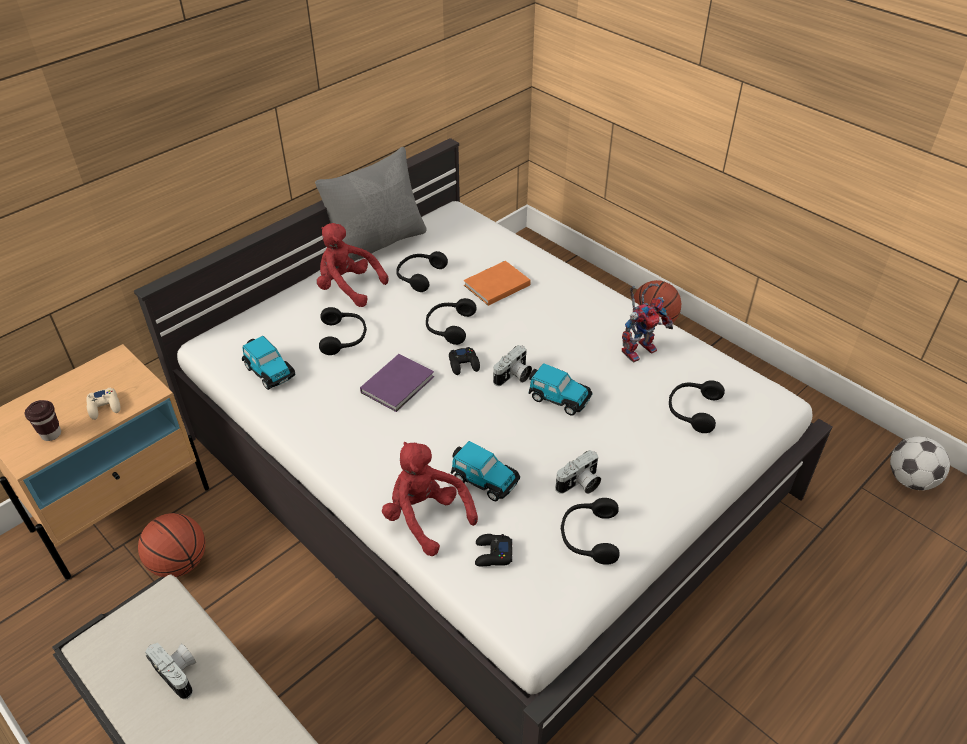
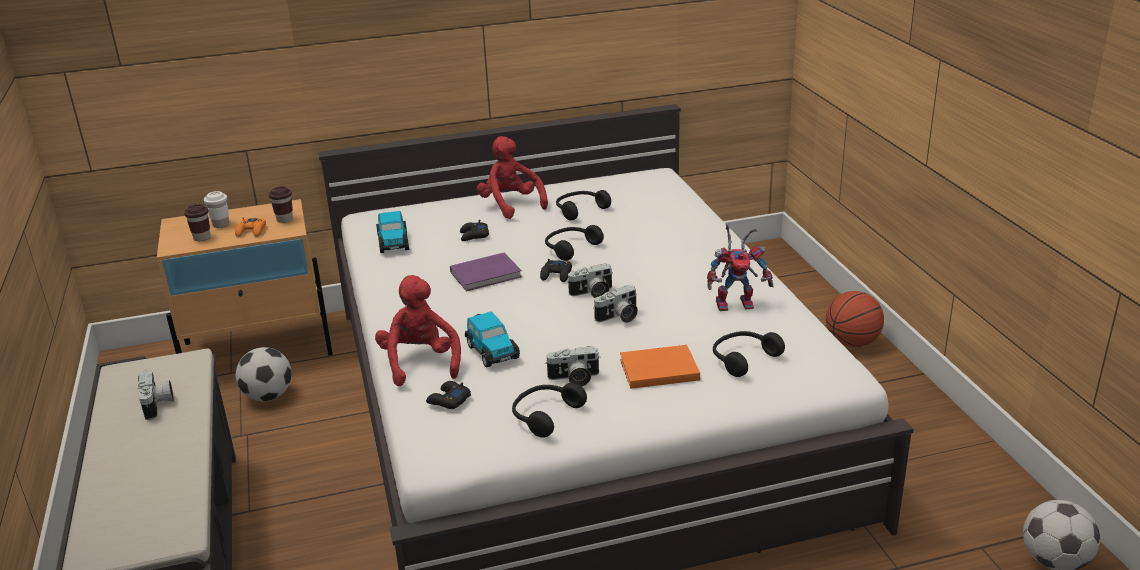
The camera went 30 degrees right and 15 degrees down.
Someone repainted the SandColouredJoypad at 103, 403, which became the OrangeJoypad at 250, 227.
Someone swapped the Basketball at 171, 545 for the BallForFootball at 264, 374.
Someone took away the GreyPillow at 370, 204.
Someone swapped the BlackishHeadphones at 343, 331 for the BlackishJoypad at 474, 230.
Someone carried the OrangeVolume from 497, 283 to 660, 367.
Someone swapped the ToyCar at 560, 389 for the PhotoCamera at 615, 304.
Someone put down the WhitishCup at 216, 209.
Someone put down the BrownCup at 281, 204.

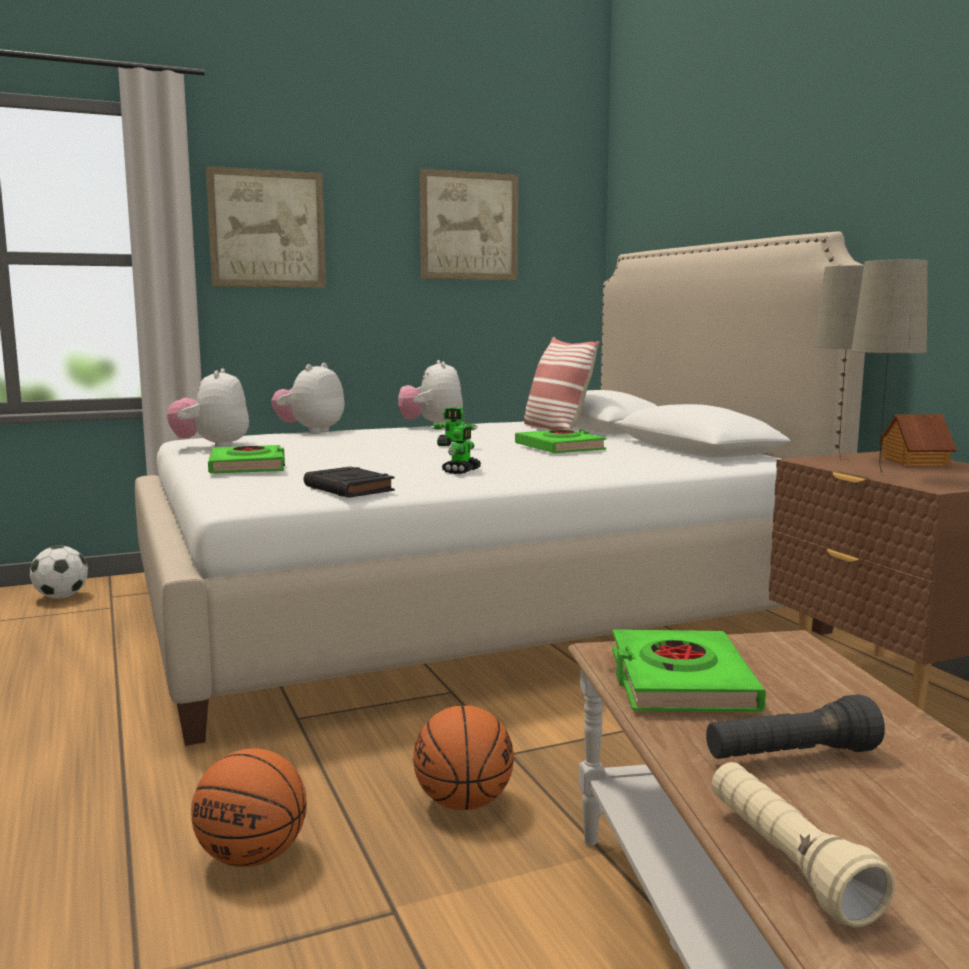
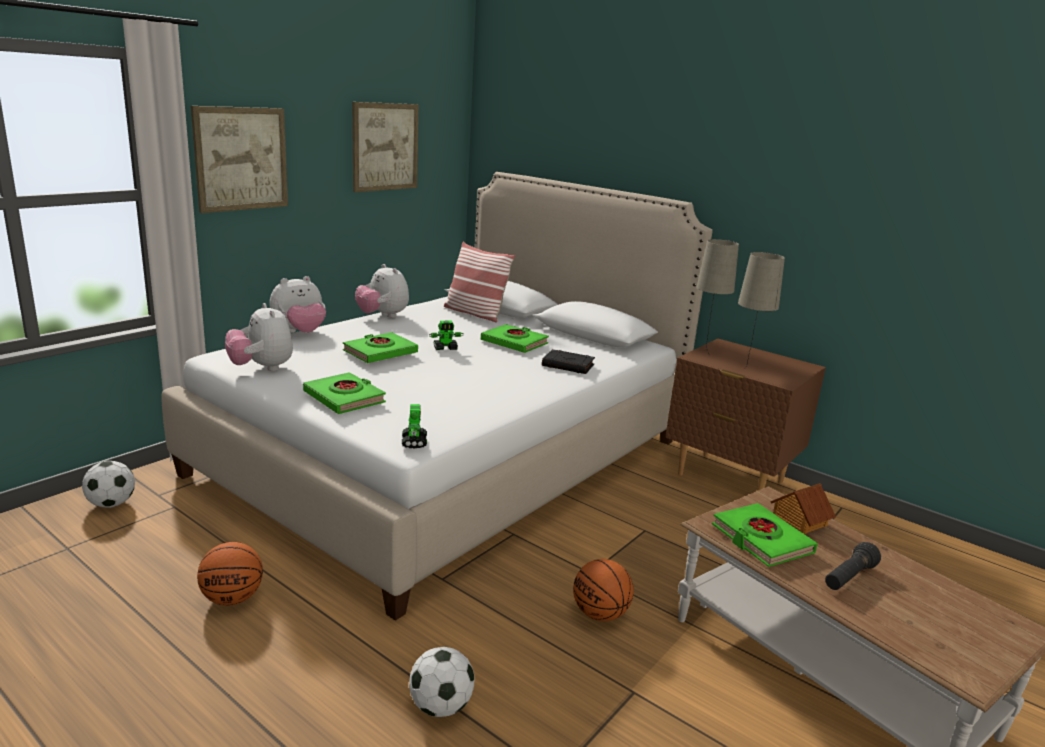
The camera went 30 degrees left and 10 degrees up.
Someone carried the Basketball from 249, 807 to 230, 574.
Someone rotated the SoftToy at 308, 398 by 120 degrees counterclockwise.
Someone carried the BlackishVolume from 349, 482 to 568, 361.
Someone carried the ModelRobot from 461, 449 to 414, 426.
Someone took away the SandColouredFlashlight at 803, 844.
Someone carried the MiniatureHouse from 917, 440 to 803, 508.
Someone put down the GreenishVolume at 380, 347.
Someone put down the BallForFootball at 441, 682.

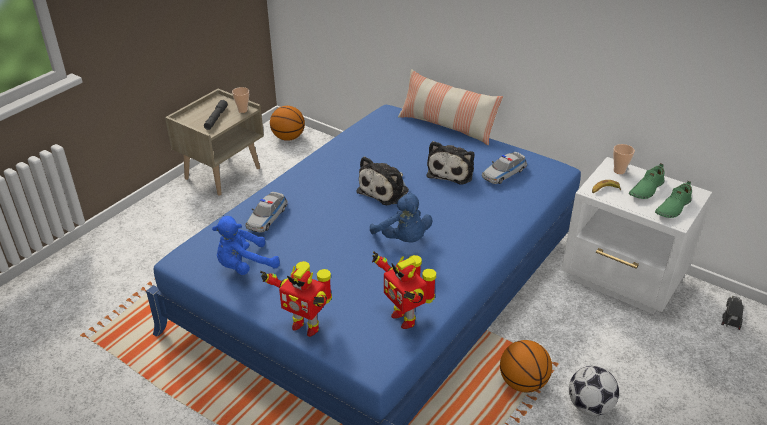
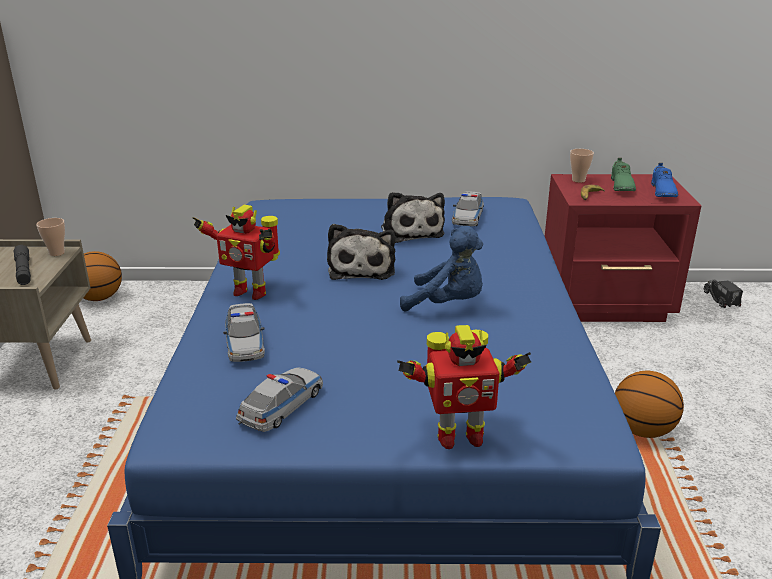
The camera went 35 degrees left and 10 degrees down.
Someone swapped the BluishSoftToy at 246, 245 for the ToyCar at 279, 399.
Someone carried the ModelRobot from 404, 290 to 236, 252.
Someone took away the Pillow at 450, 107.
Someone repainted the WhitishNightstand at 636, 235, which became the RedColouredNightstand at 623, 248.
Someone took away the BallForFootball at 594, 391.
Someone repainted the GreenishLowShoe at 673, 199, which became the BluishLowShoe at 664, 180.

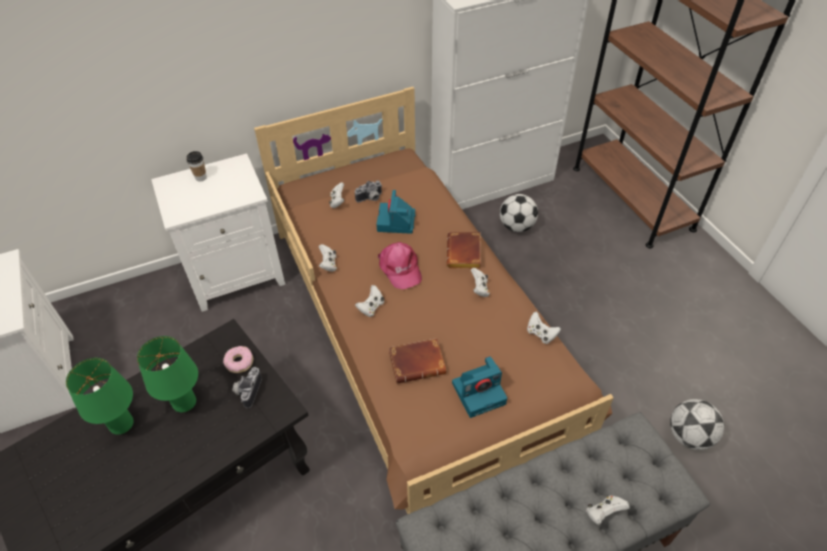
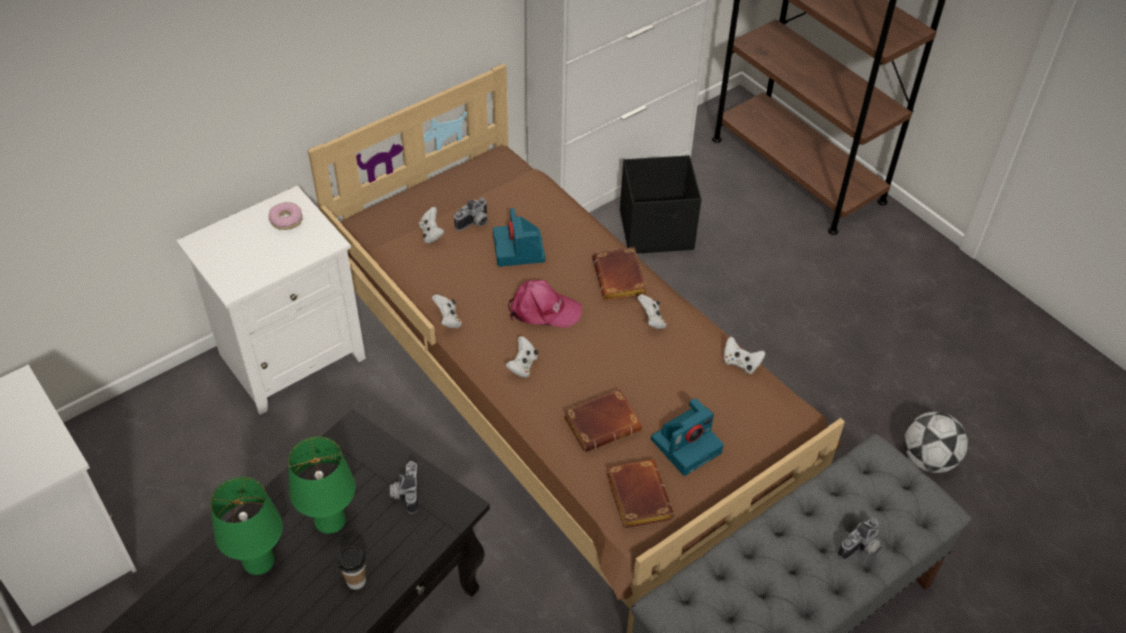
The camera went 15 degrees left and 0 degrees up.
Someone carried the Cup from 196, 166 to 352, 568.
Someone carried the RingDoughnut from 238, 359 to 285, 216.
Someone rotated the PinkBaseballCap at 400, 265 by 45 degrees counterclockwise.
Someone swapped the BallForFootball at 519, 213 for the BlackishStorageContainer at 660, 204.
Someone swapped the WhitishJoypad at 607, 510 for the PhotoCamera at 860, 539.
Someone put down the BrownVolume at 640, 493.

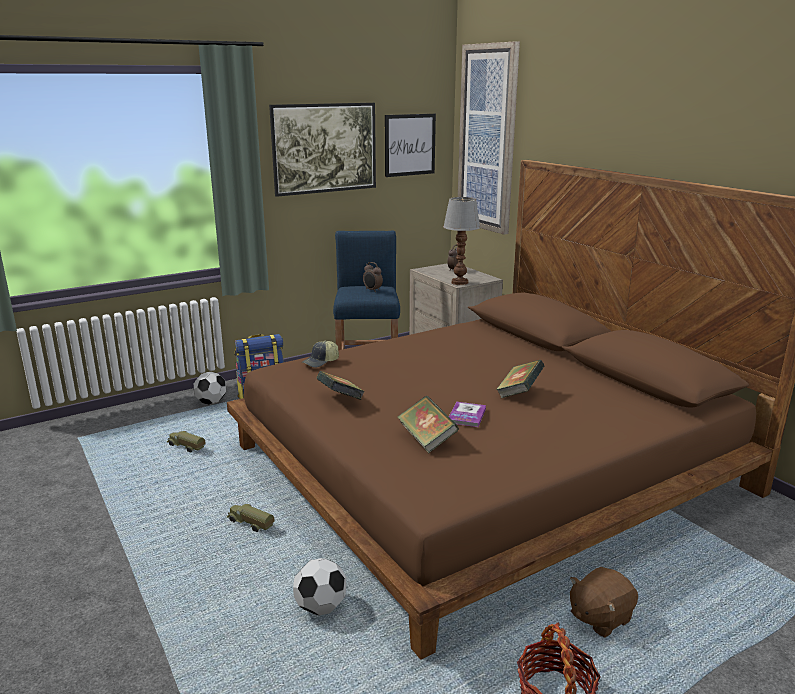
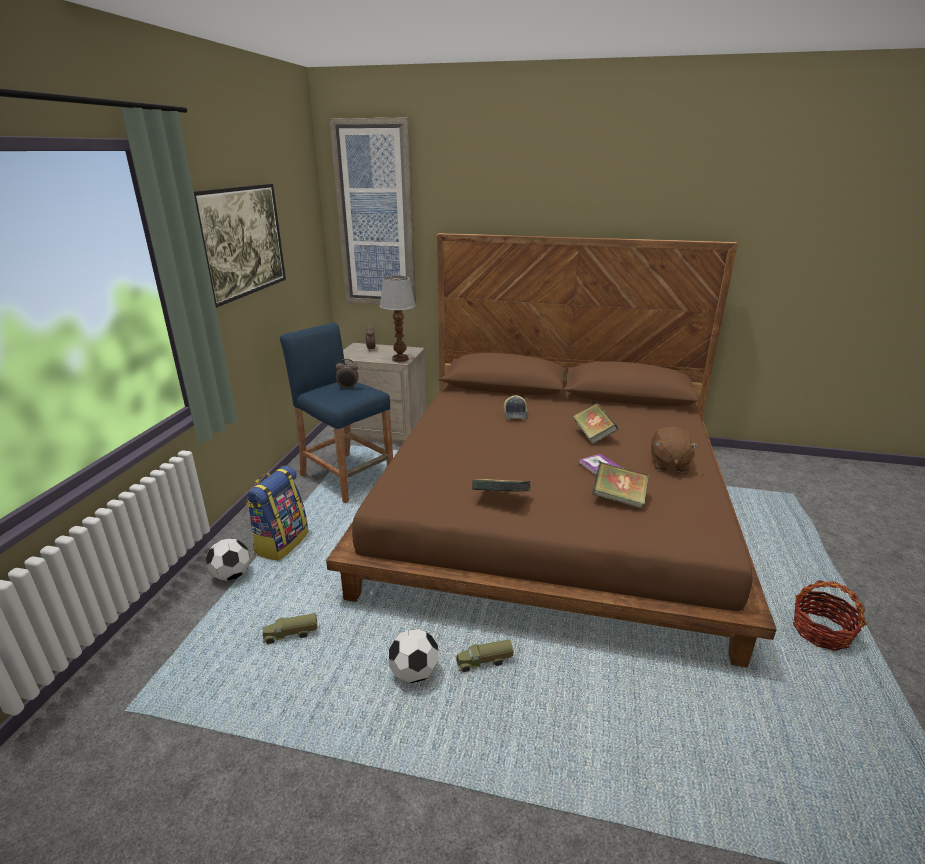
The camera went 45 degrees left and 5 degrees up.
Someone carried the BallForFootball from 319, 587 to 413, 656.
Someone carried the BaseballCap from 320, 354 to 515, 407.
Someone took away the Picture at 410, 145.
Someone carried the BrownSoftToy from 604, 602 to 675, 450.

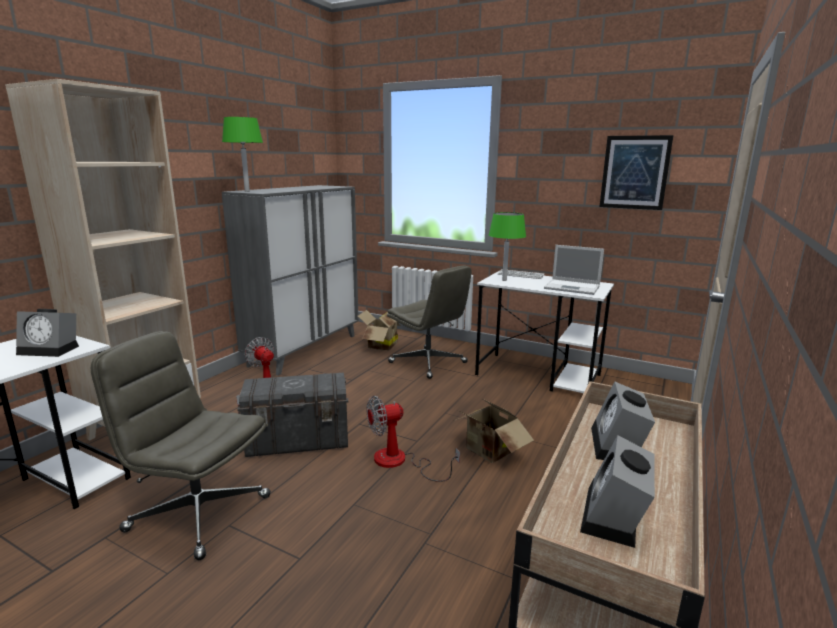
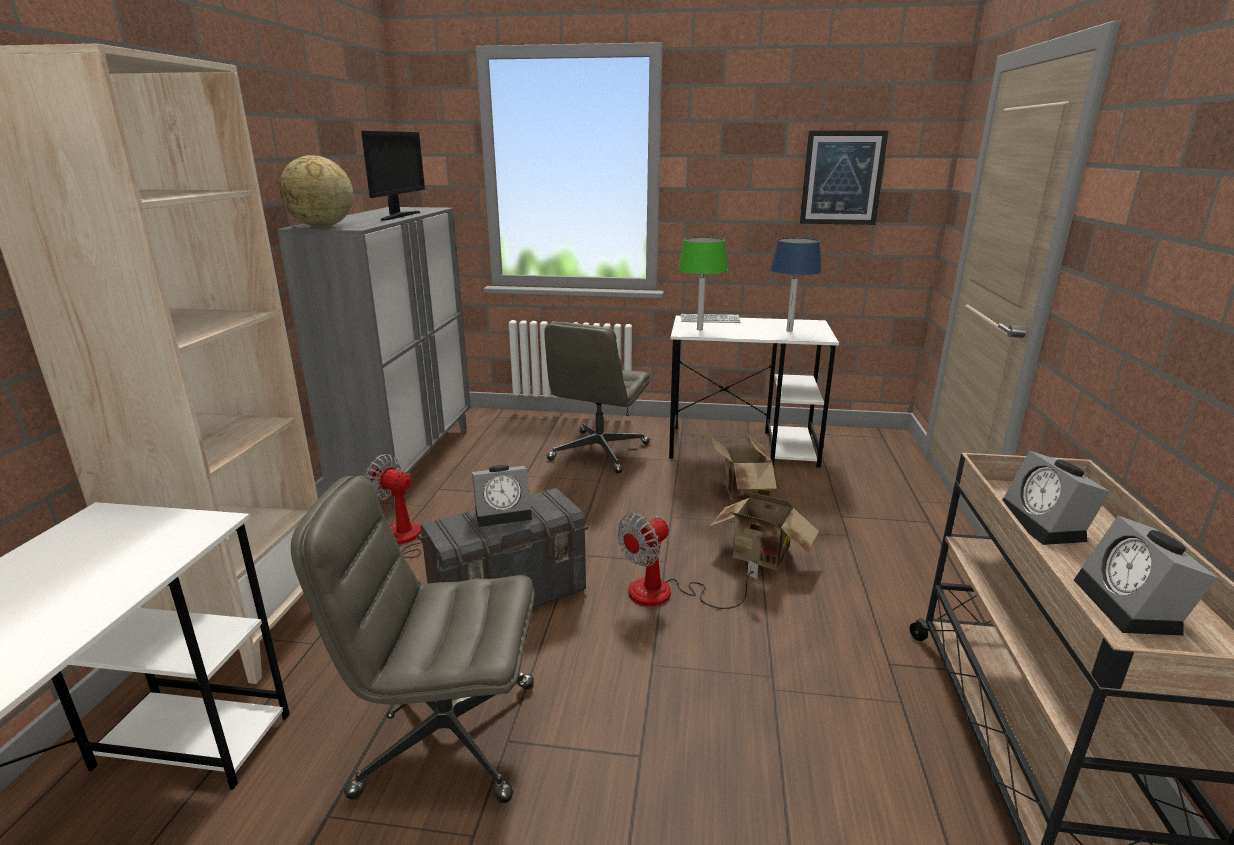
The camera went 20 degrees left and 5 degrees up.
Someone carried the AlarmClock from 47, 333 to 502, 496.
Someone swapped the GreenishTableLamp at 242, 154 for the WorldGlobe at 316, 191.
Someone carried the Carton from 379, 330 to 743, 467.
Someone rotated the GreyComputerChair at 429, 322 by 90 degrees clockwise.
Someone swapped the PortableComputer at 574, 270 for the BluishTableLamp at 796, 285.
Someone put down the ComputerDisplay at 393, 176.

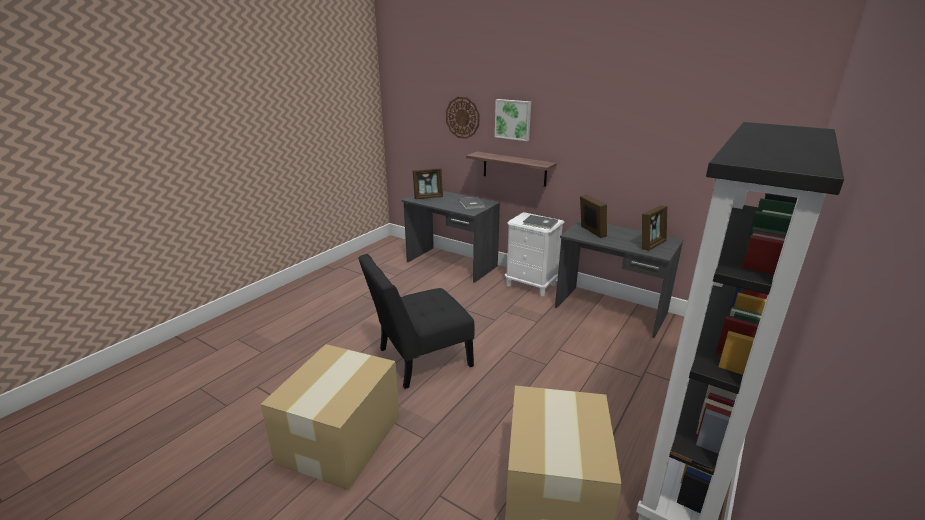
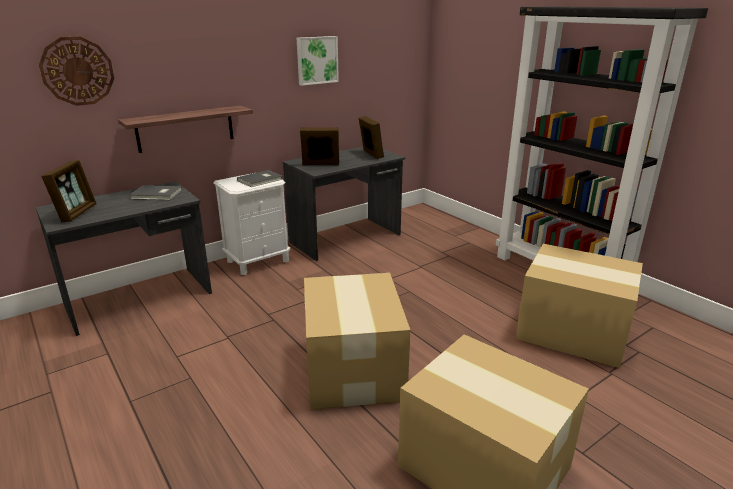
The camera went 70 degrees left and 0 degrees up.
Someone swapped the BlackishUprightChair at 416, 321 for the Carton at 357, 341.
Someone carried the Picture from 513, 120 to 318, 61.

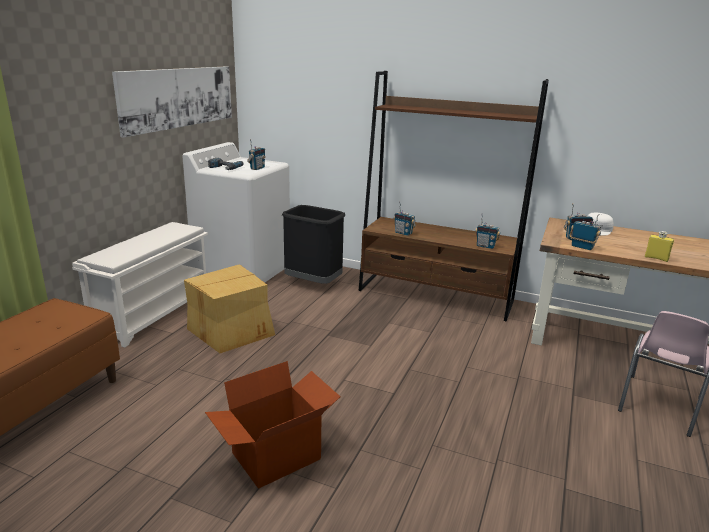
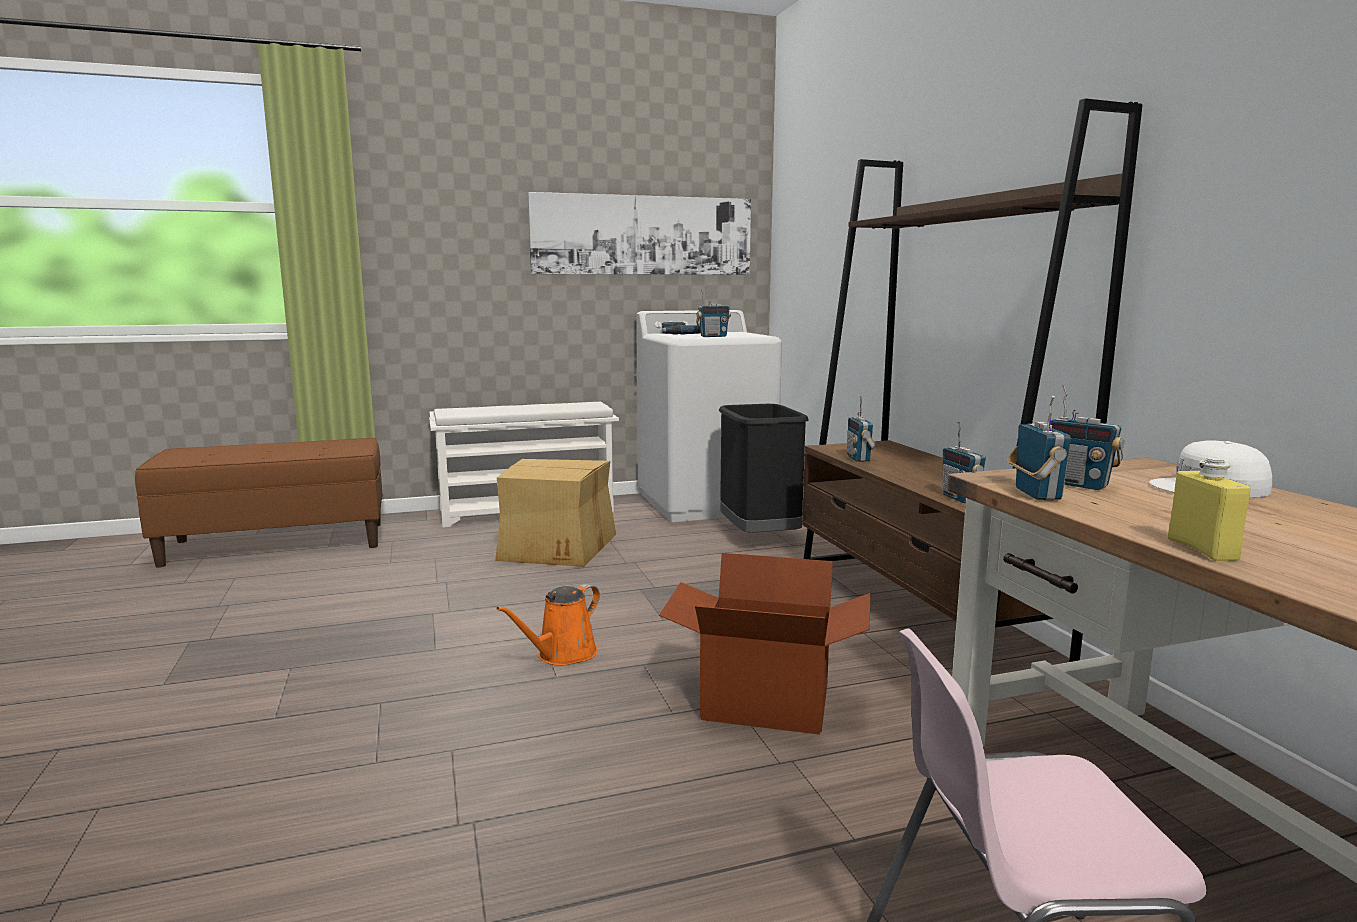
The camera went 50 degrees right and 10 degrees down.
Someone carried the Carton from 273, 425 to 764, 644.
Someone put down the OrangeSprinklingCan at 548, 625.

